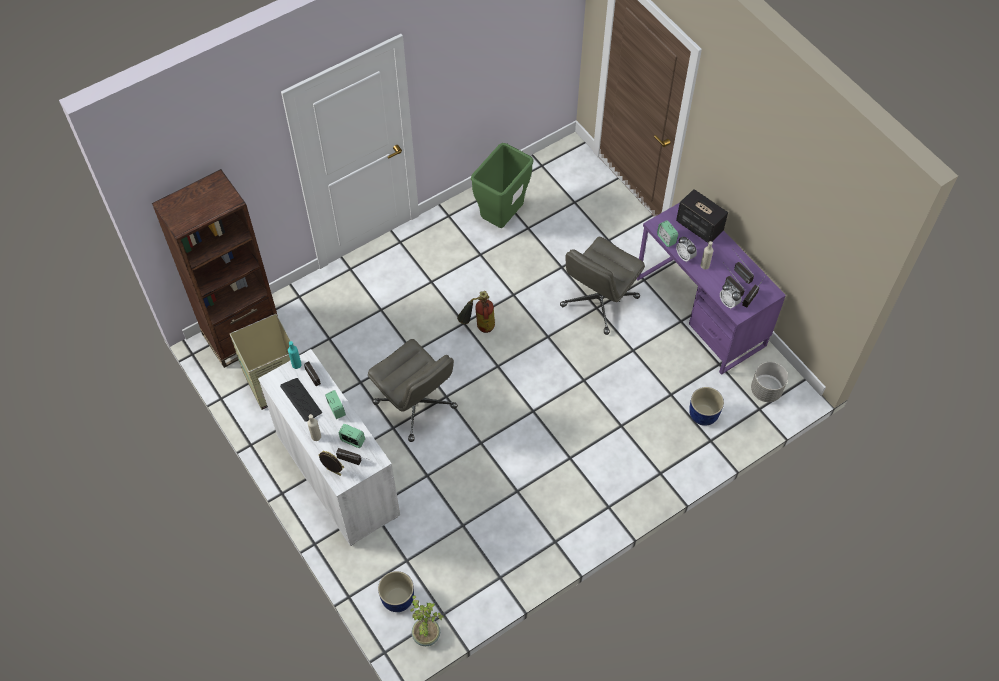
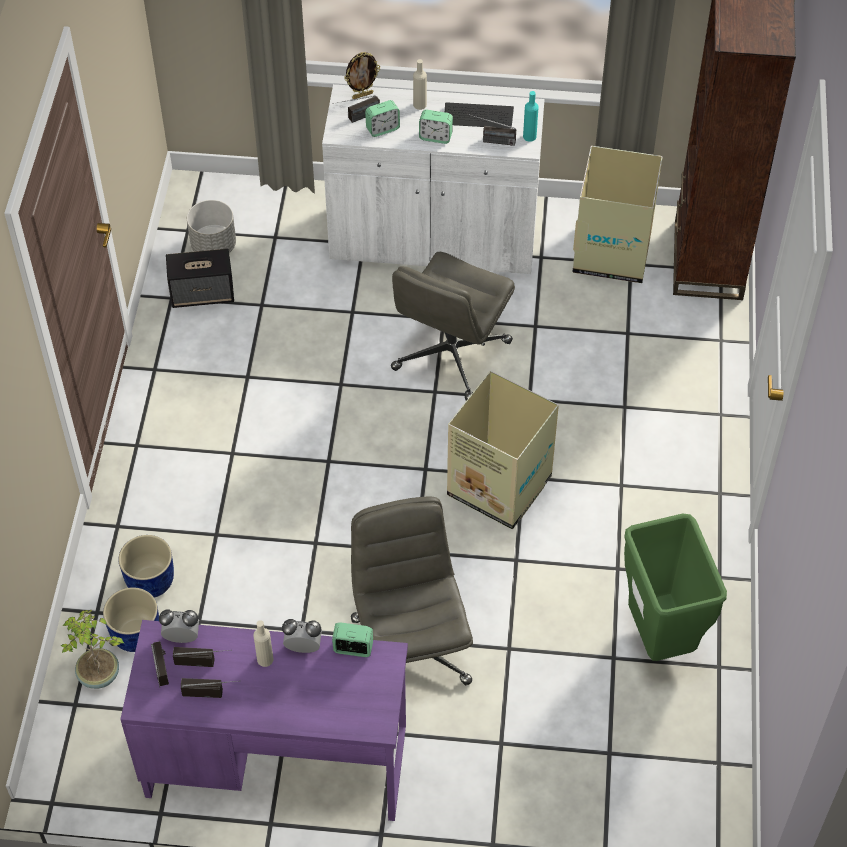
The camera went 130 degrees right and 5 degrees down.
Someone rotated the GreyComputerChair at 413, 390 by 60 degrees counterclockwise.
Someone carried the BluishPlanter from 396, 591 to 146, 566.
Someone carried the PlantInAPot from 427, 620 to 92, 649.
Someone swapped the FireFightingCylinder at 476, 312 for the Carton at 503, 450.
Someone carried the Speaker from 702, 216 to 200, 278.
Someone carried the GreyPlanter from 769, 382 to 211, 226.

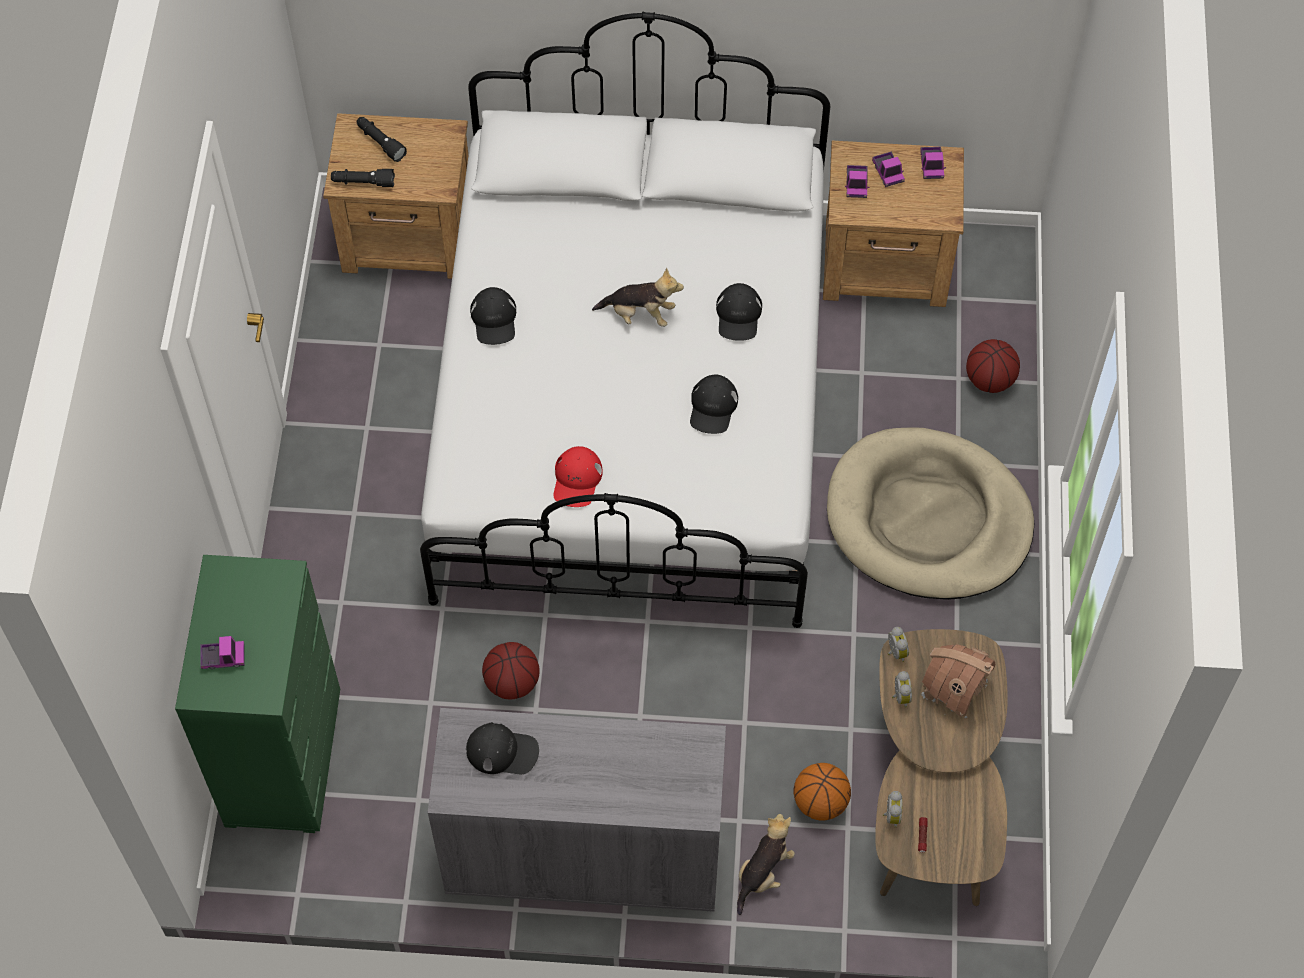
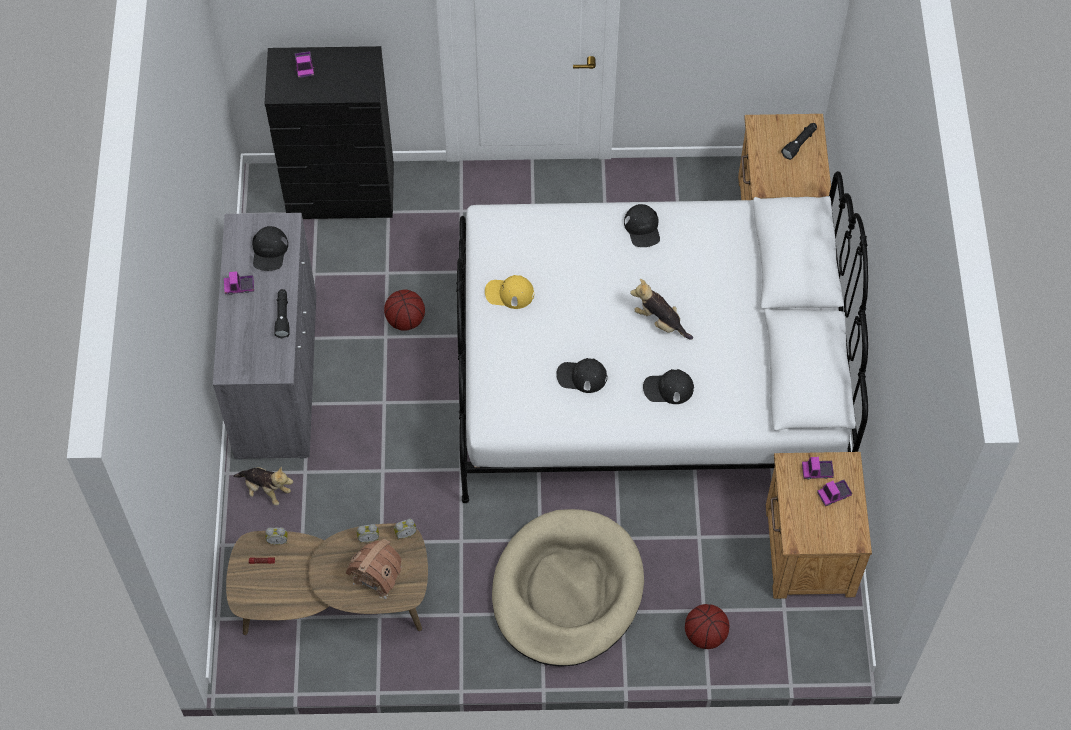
The camera went 85 degrees right and 0 degrees up.
Someone repainted the GreenishDrawerChest at 257, 694, which became the BlackishDrawerChest at 329, 132.
Someone carried the BlackishFlashlight from 363, 178 to 281, 313.
Someone rotated the BlackishBaseballCap at 493, 316 by 90 degrees counterclockwise.
Someone repainted the RedColouredBaseballCap at 578, 476, which became the YellowColouredBaseballCap at 509, 292.
Someone rotated the SoftToy at 638, 297 by 120 degrees clockwise.
Someone took away the Basketball at 822, 792.
Someone carried the ToyLorry from 933, 163 to 239, 283.

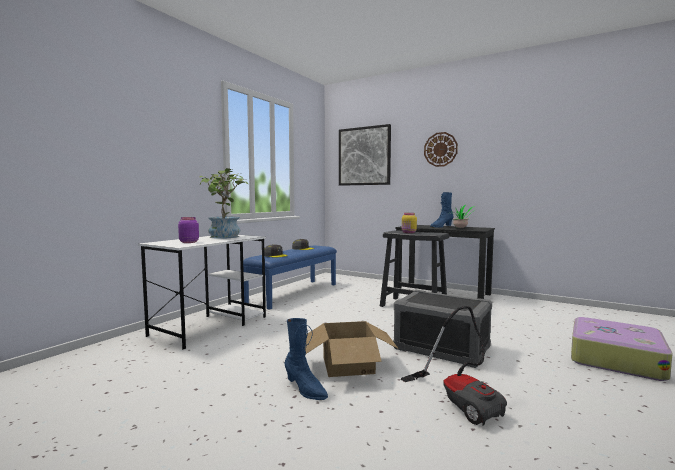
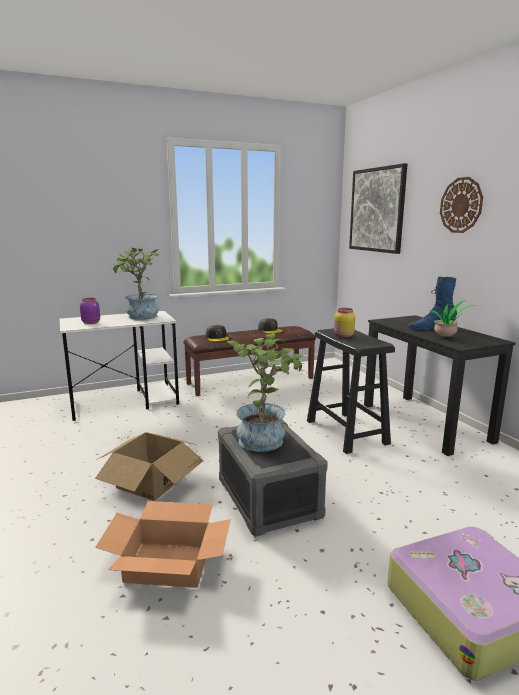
The camera went 35 degrees right and 10 degrees up.
Someone repainted the BluishIndoorBench at 290, 278, which became the BrownIndoorBench at 250, 361.
Someone took away the BluishTallBoot at 306, 359.
Someone swapped the Hoover at 454, 366 for the Carton at 163, 544.
Someone put down the PlantInAPot at 265, 392.

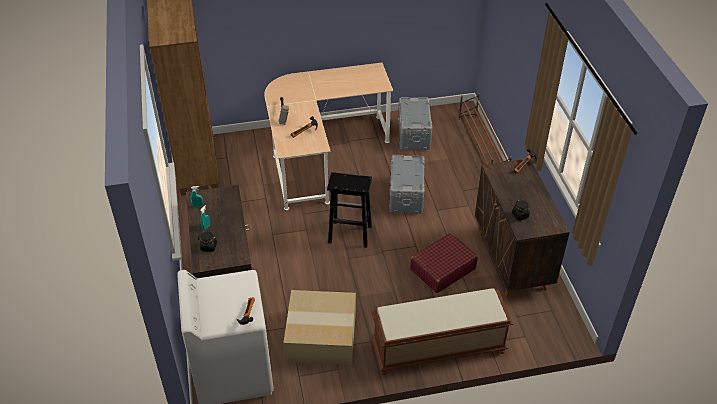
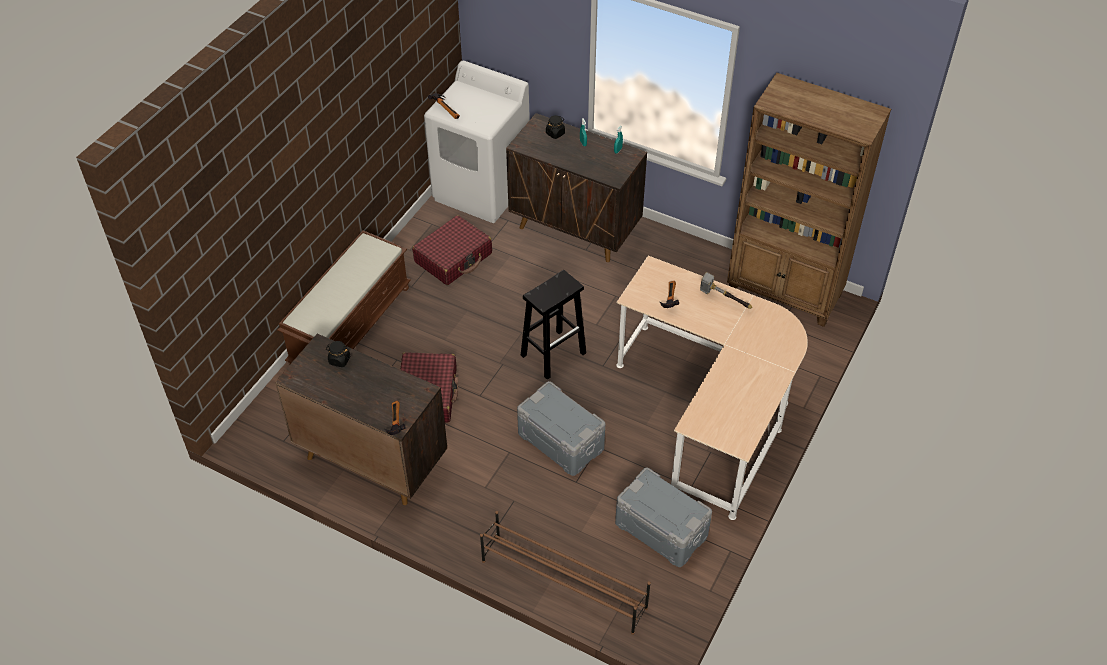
The camera went 130 degrees right and 5 degrees up.
Someone swapped the Carton at 320, 327 for the RedColouredSuitcase at 452, 250.

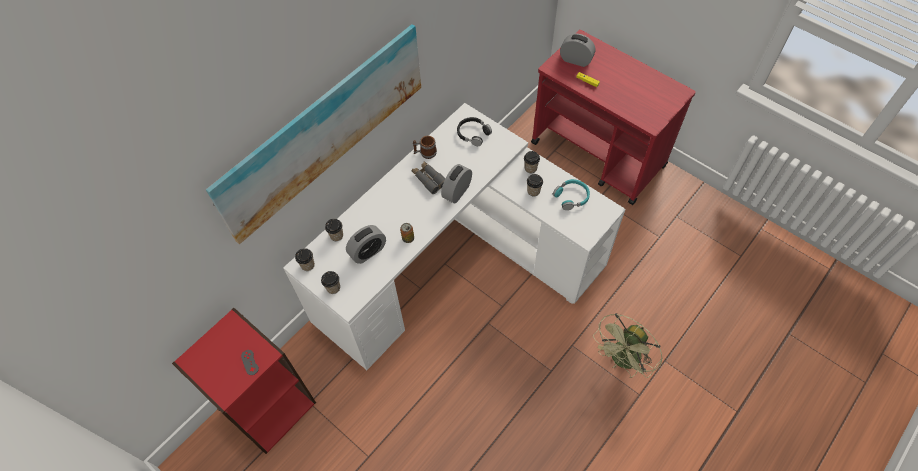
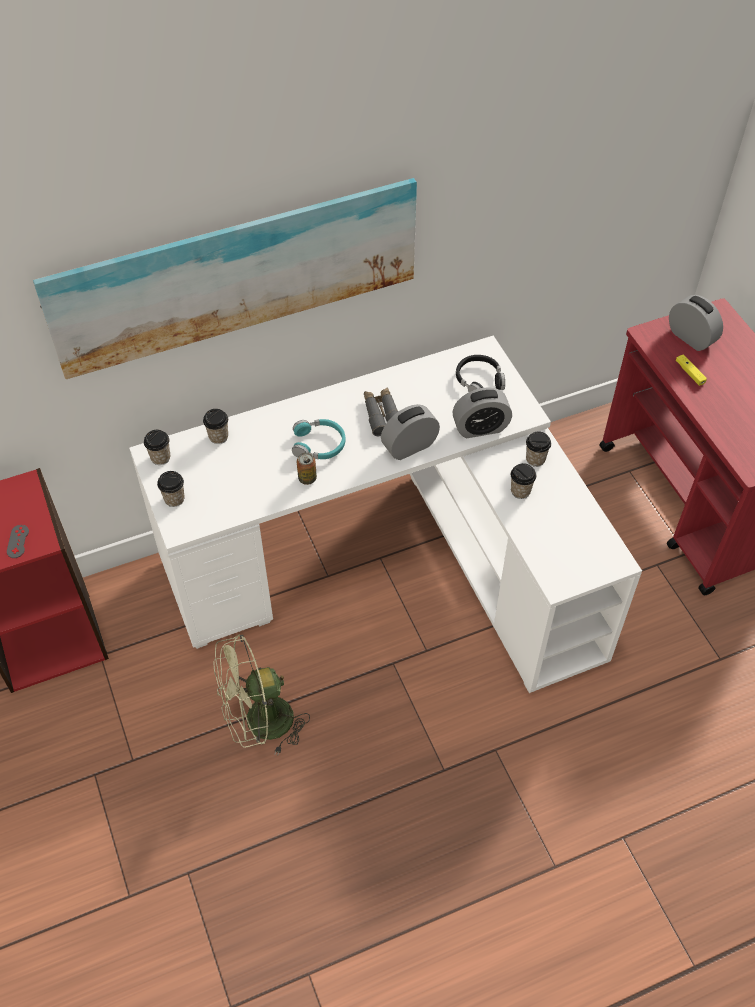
The camera went 25 degrees right and 5 degrees down.
Someone carried the AlarmClock from 366, 244 to 482, 412.
Someone took away the CoffeeMug at 425, 147.
Someone carried the TurquoiseHeadphones from 571, 194 to 319, 439.
Someone carried the GreenishFan from 628, 345 to 261, 694.

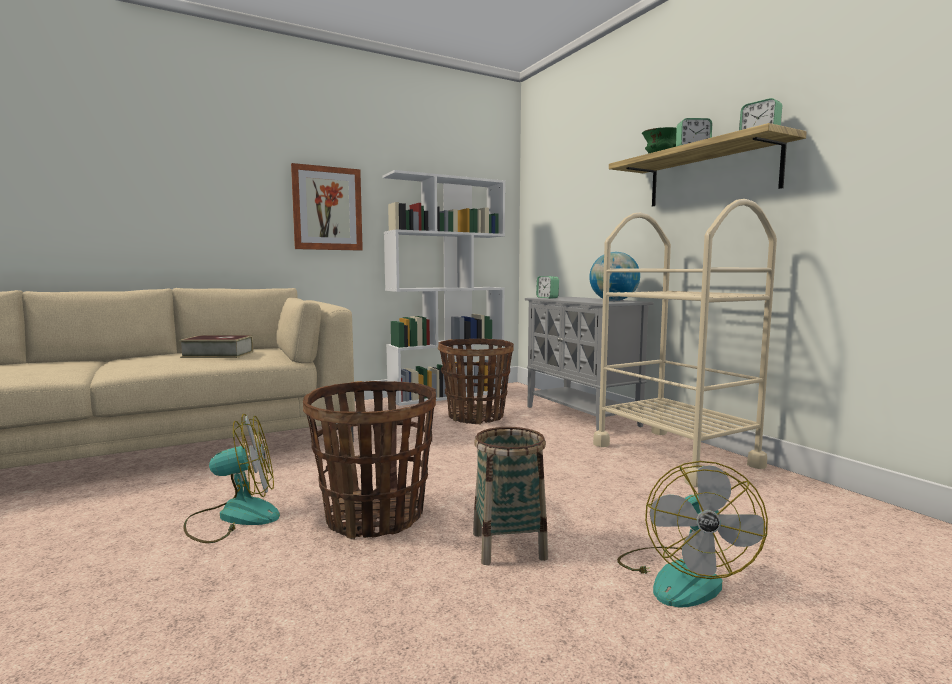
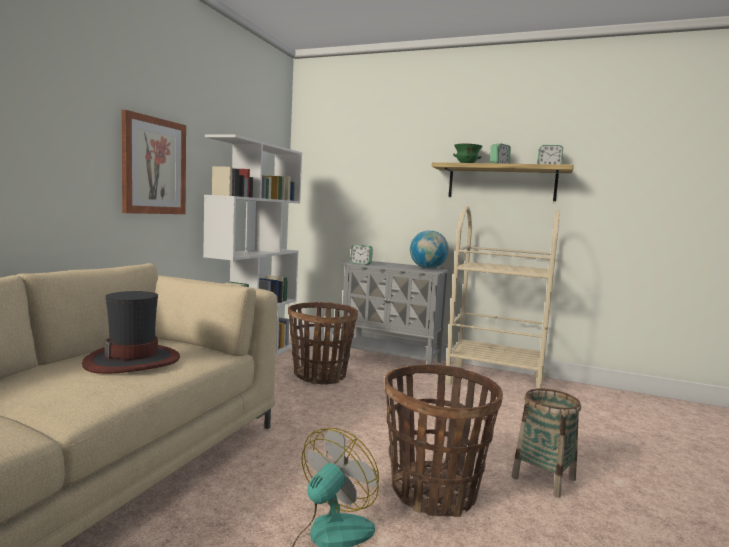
The camera went 40 degrees left and 0 degrees up.
Someone swapped the Volume at 216, 346 for the ClothingHat at 131, 332.
Someone took away the Fan at 692, 534.

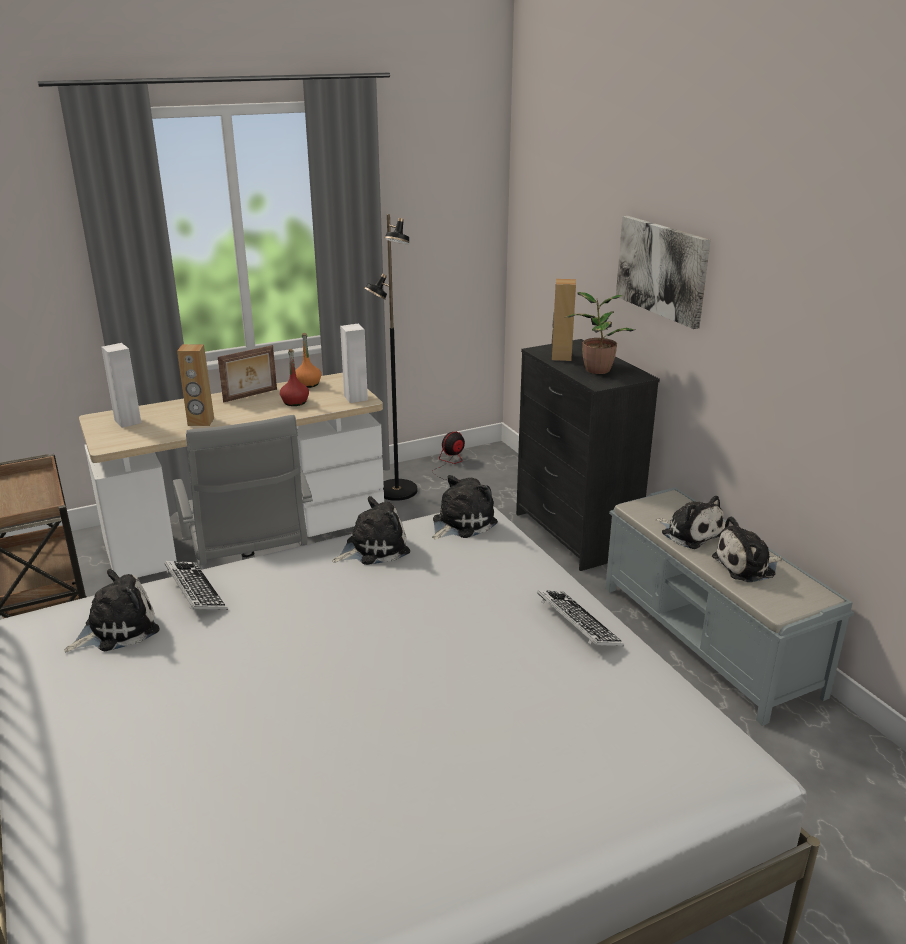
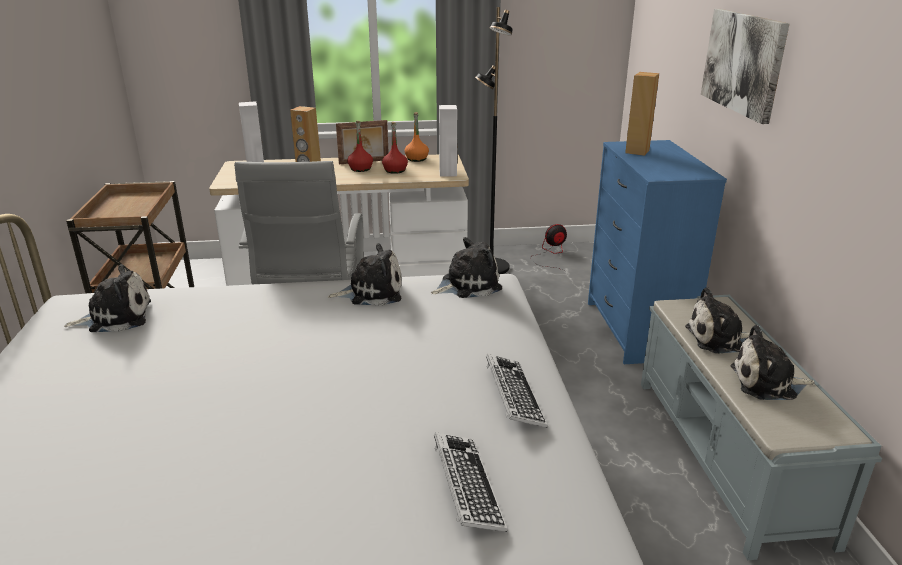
The camera went 20 degrees right and 0 degrees up.
Someone carried the Keyboard from 196, 585 to 470, 482.
Someone repainted the BlackishDrawerChest at 588, 455, which became the BluishDrawerChest at 657, 252.
Someone took away the PlantInAPot at 599, 333.
Someone rotated the SoftToy at 689, 522 by 105 degrees clockwise.
Someone put down the RedColouredDrinkBottle at 360, 146.

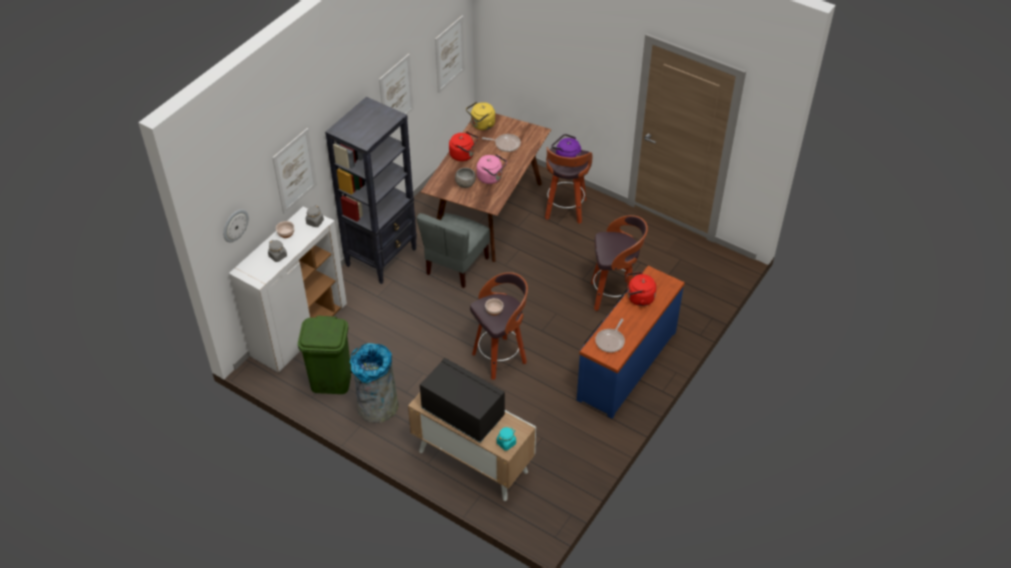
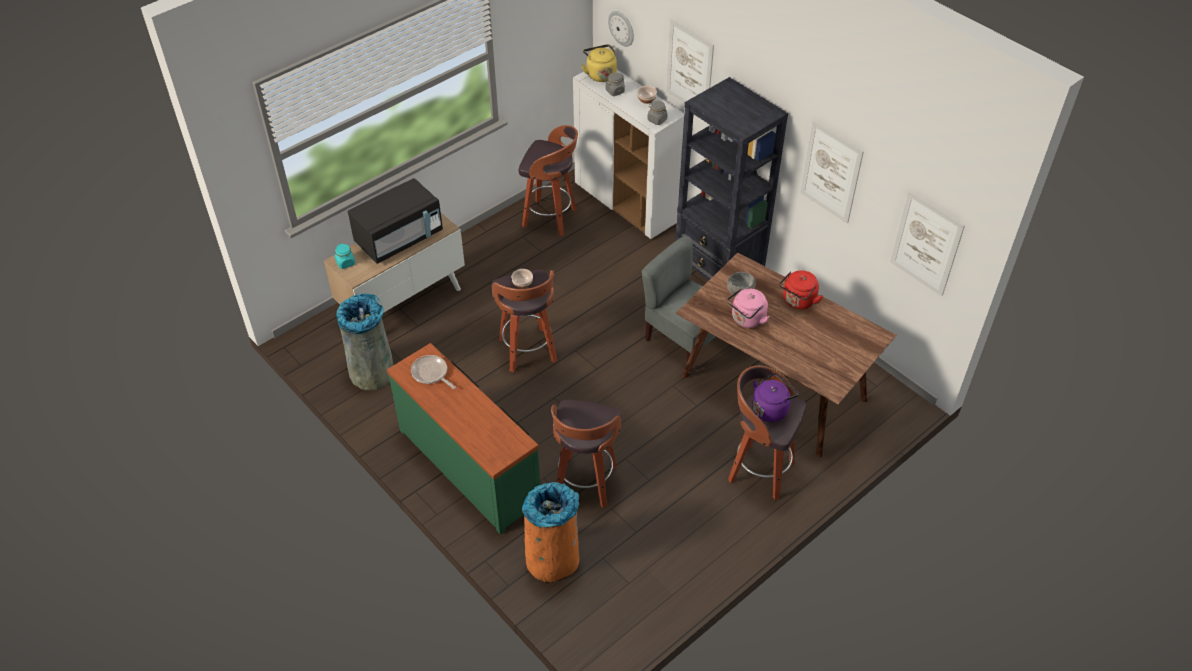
The camera went 105 degrees right and 0 degrees up.
Someone swapped the GreenishWasteBin at 325, 355 for the StoolSeat at 548, 180.
Someone carried the GreyWasteBin from 374, 382 to 365, 342.
Someone carried the YellowColouredKettle from 480, 116 to 599, 63.
Someone took away the FryingPan at 501, 143.
Someone repainted the BluishDrawerChest at 631, 342, which became the GreenishDrawerChest at 463, 438.
Someone took away the RedColouredKettle at 641, 289.
Someone put down the OrangeWasteBin at 550, 532.

